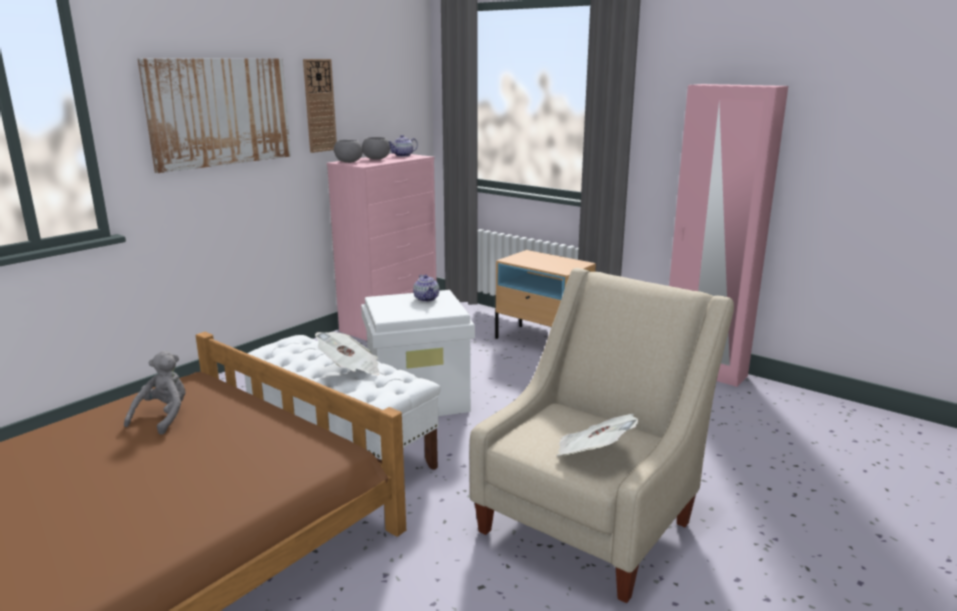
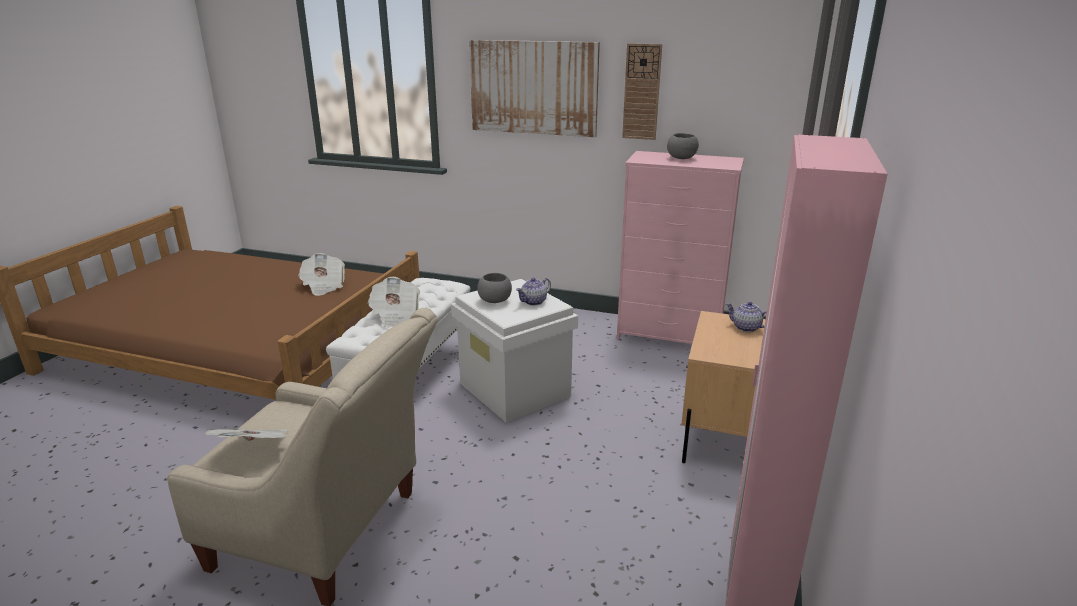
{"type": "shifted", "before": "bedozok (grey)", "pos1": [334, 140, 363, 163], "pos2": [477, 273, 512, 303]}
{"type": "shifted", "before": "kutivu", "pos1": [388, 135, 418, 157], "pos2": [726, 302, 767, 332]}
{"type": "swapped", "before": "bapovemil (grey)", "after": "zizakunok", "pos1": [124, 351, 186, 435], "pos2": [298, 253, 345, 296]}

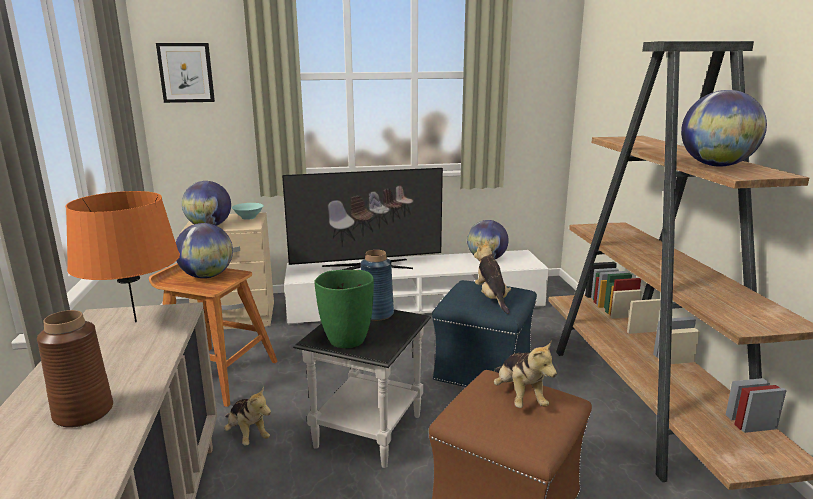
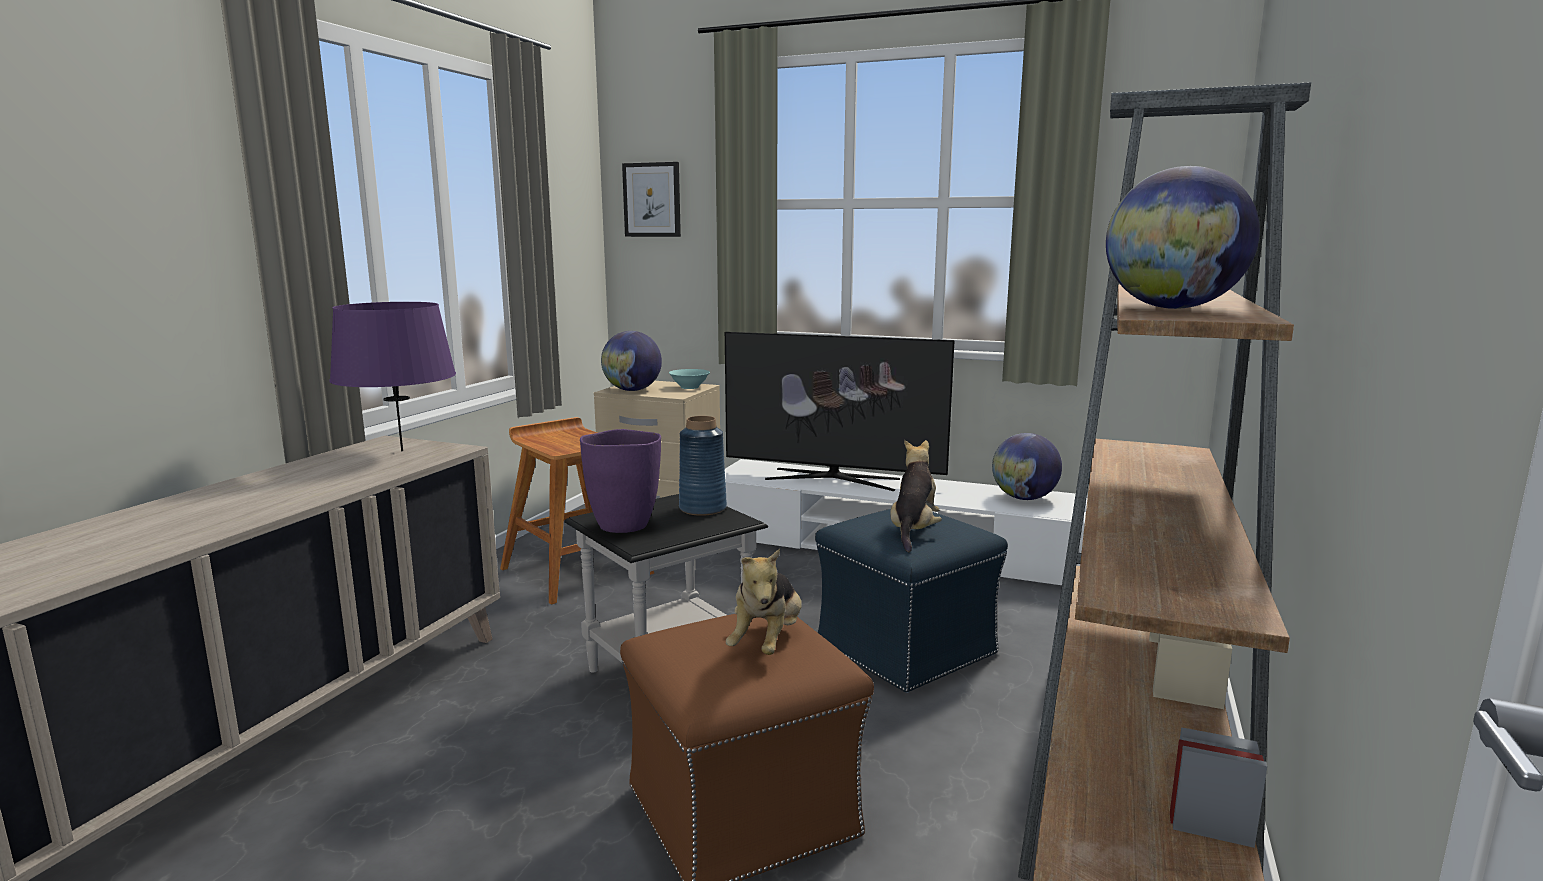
{"type": "gone", "before": "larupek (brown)", "pos1": [37, 310, 113, 428]}
{"type": "gone", "before": "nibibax", "pos1": [176, 223, 233, 278]}
{"type": "gone", "before": "bapovemil", "pos1": [224, 386, 271, 445]}
{"type": "repainted", "before": "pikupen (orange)", "after": "pikupen (purple)", "pos1": [66, 191, 180, 322], "pos2": [329, 302, 456, 451]}
{"type": "repainted", "before": "larupek (green)", "after": "larupek (purple)", "pos1": [315, 270, 374, 348], "pos2": [580, 429, 661, 533]}

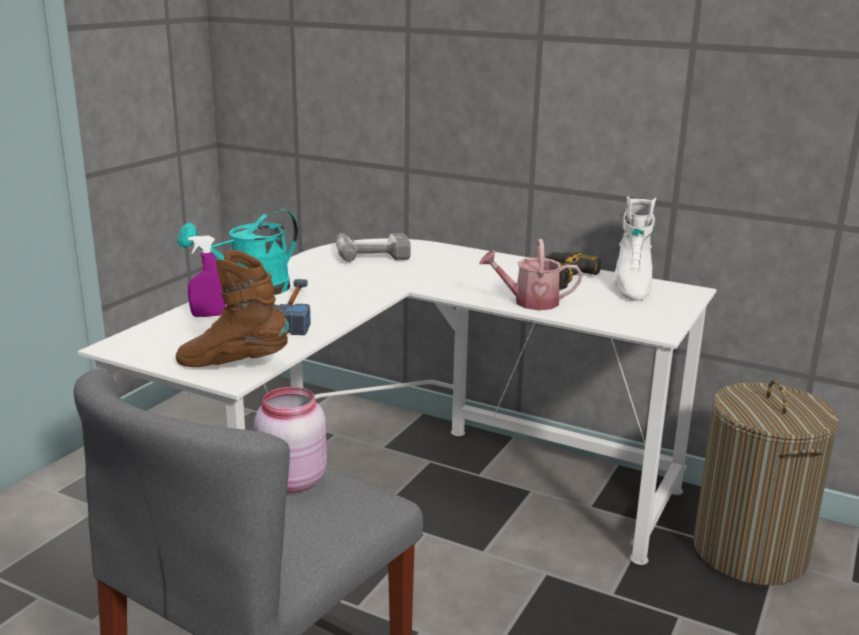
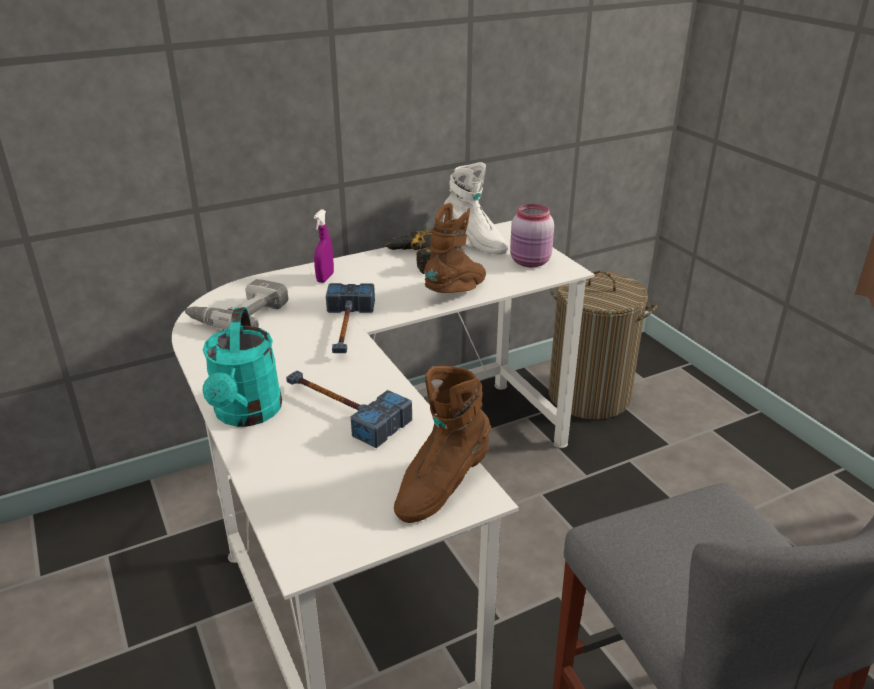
{"type": "new", "after": "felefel", "pos2": [326, 283, 375, 353]}
{"type": "shifted", "before": "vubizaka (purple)", "pos1": [188, 235, 226, 317], "pos2": [314, 209, 334, 283]}
{"type": "shifted", "before": "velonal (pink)", "pos1": [254, 387, 327, 493], "pos2": [510, 204, 554, 267]}
{"type": "swapped", "before": "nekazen", "after": "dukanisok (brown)", "pos1": [479, 239, 583, 310], "pos2": [424, 203, 486, 293]}

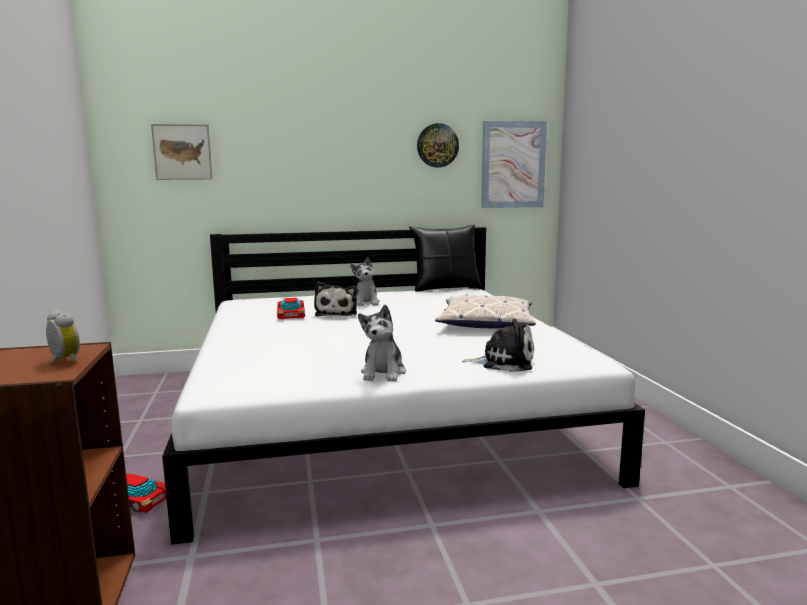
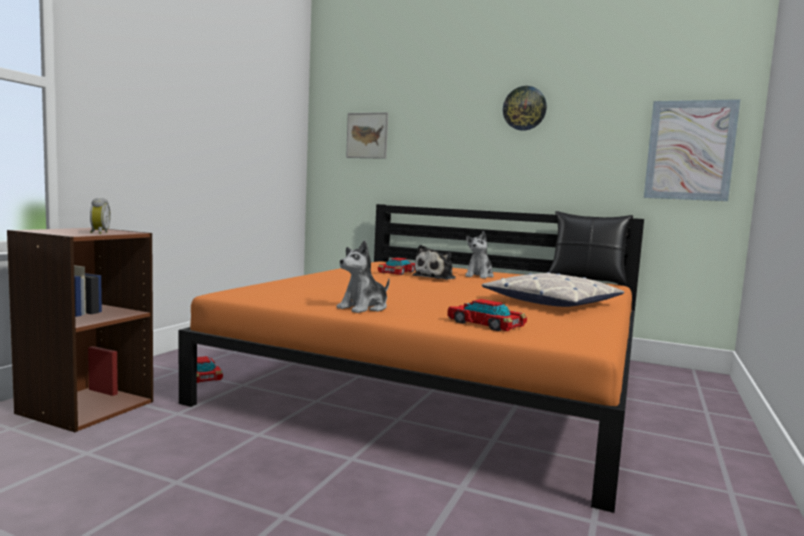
{"type": "shifted", "before": "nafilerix", "pos1": [417, 123, 459, 168], "pos2": [503, 86, 547, 131]}
{"type": "swapped", "before": "bapovemil", "after": "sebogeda", "pos1": [462, 319, 534, 372], "pos2": [447, 299, 527, 331]}
{"type": "repainted", "before": "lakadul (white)", "after": "lakadul (orange)", "pos1": [162, 227, 645, 545], "pos2": [179, 204, 644, 513]}

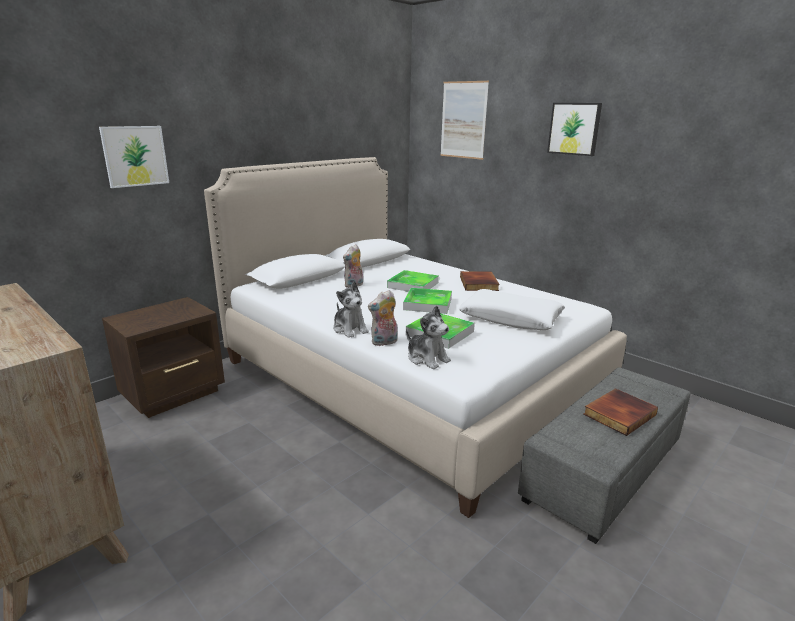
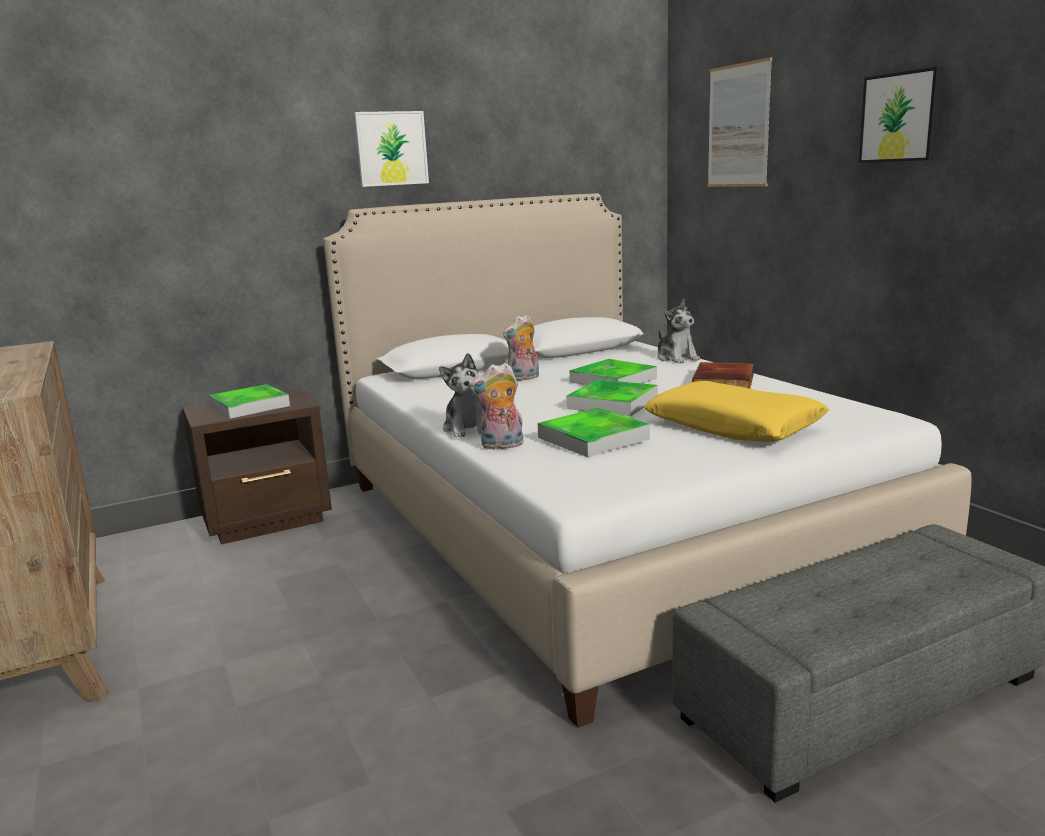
{"type": "gone", "before": "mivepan", "pos1": [583, 388, 658, 436]}
{"type": "new", "after": "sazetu", "pos2": [209, 384, 290, 419]}
{"type": "shifted", "before": "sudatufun", "pos1": [99, 126, 169, 188], "pos2": [354, 111, 429, 187]}
{"type": "shifted", "before": "bapovemil", "pos1": [406, 305, 451, 369], "pos2": [657, 299, 700, 363]}
{"type": "repainted", "before": "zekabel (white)", "after": "zekabel (yellow)", "pos1": [459, 289, 565, 330], "pos2": [644, 381, 829, 442]}

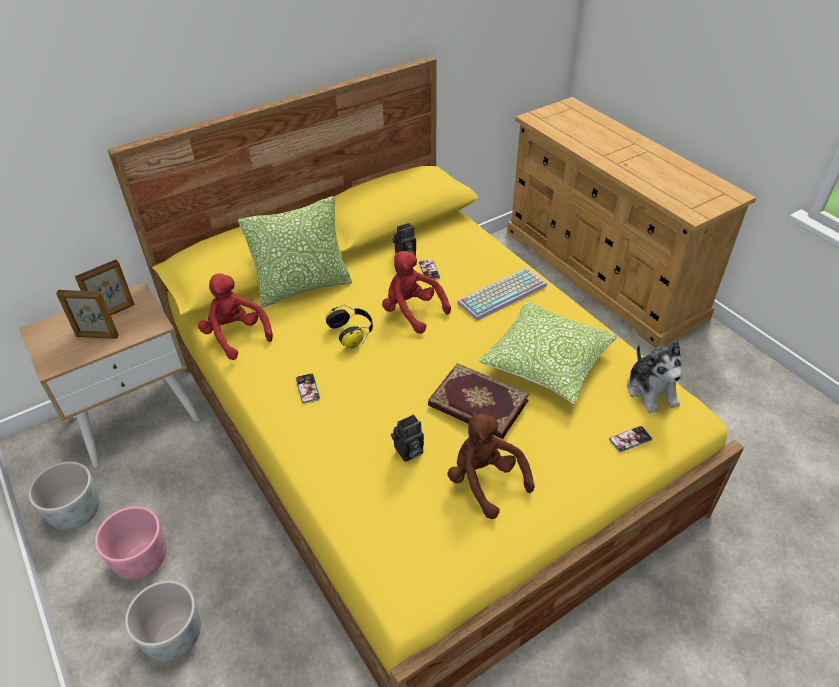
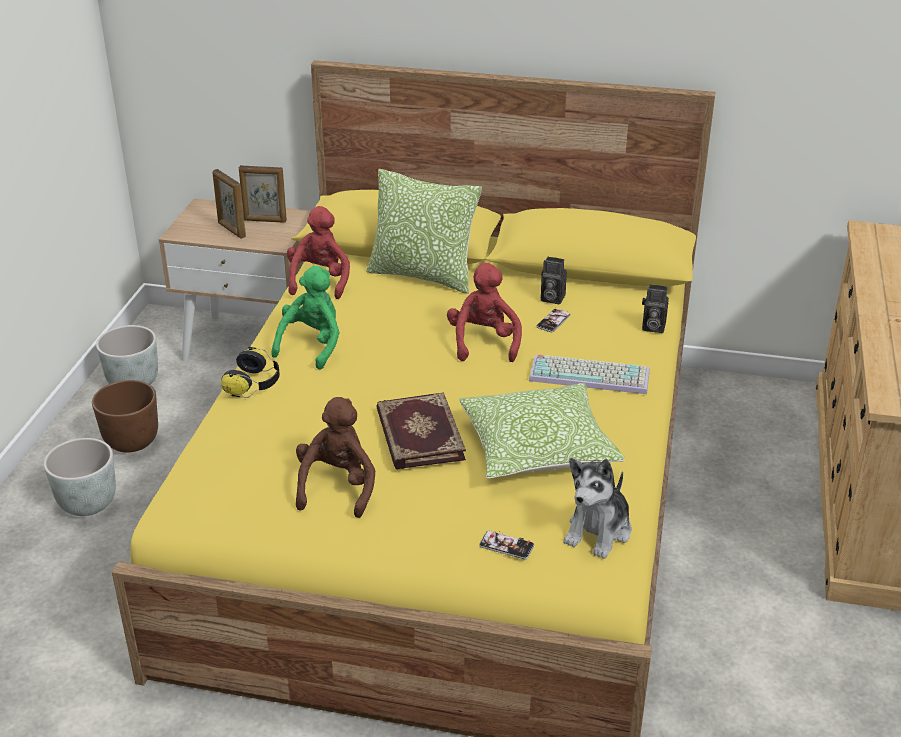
{"type": "shifted", "before": "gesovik", "pos1": [326, 305, 373, 348], "pos2": [221, 347, 280, 398]}
{"type": "shifted", "before": "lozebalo", "pos1": [391, 414, 424, 462], "pos2": [642, 284, 669, 333]}
{"type": "swapped", "before": "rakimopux", "after": "bapovemil (green)", "pos1": [296, 373, 320, 404], "pos2": [271, 266, 340, 370]}
{"type": "repainted", "before": "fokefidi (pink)", "after": "fokefidi (brown)", "pos1": [95, 506, 166, 580], "pos2": [92, 380, 158, 453]}

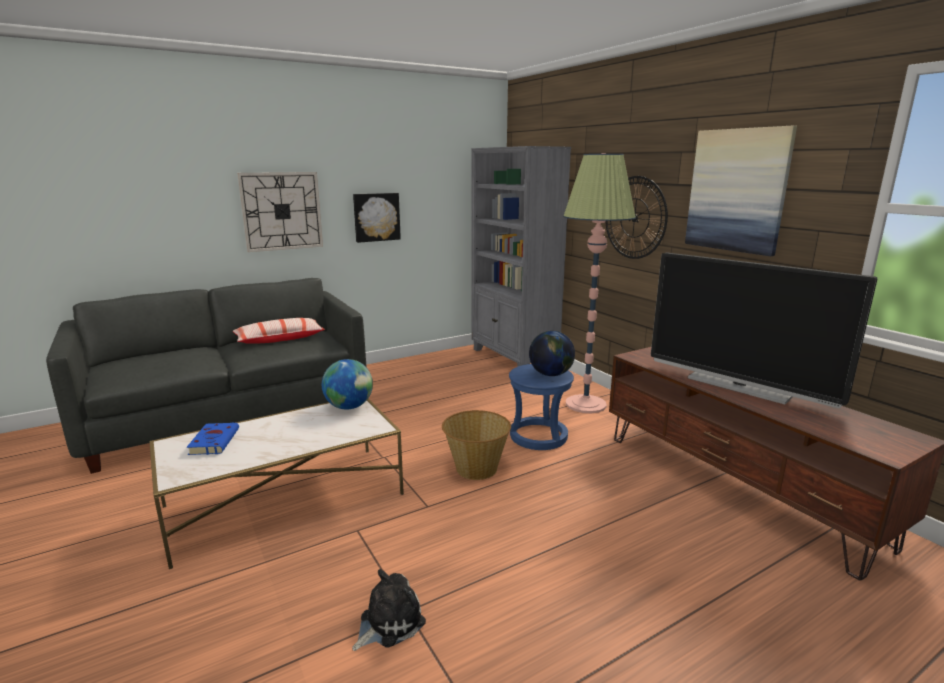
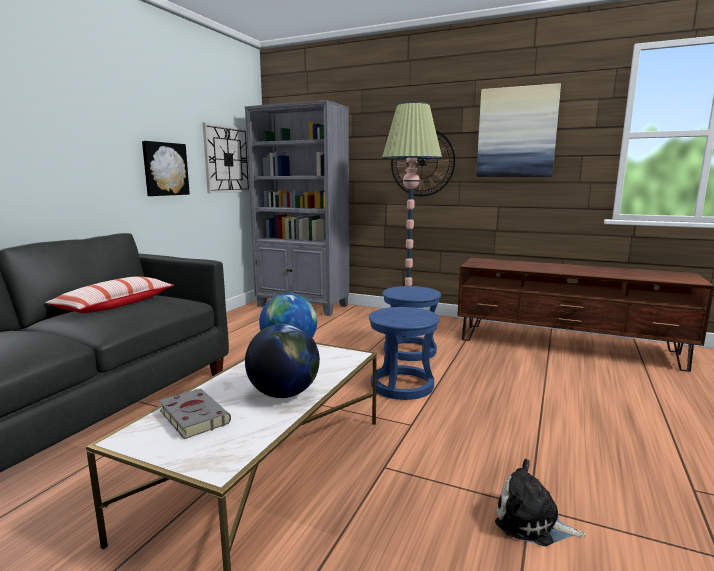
{"type": "gone", "before": "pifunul", "pos1": [651, 252, 877, 408]}
{"type": "shifted", "before": "nafilerix", "pos1": [237, 172, 323, 252], "pos2": [203, 123, 249, 193]}
{"type": "shifted", "before": "nibibax", "pos1": [529, 331, 575, 376], "pos2": [245, 324, 320, 398]}
{"type": "swapped", "before": "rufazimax", "after": "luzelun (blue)", "pos1": [442, 410, 511, 480], "pos2": [369, 307, 440, 400]}
{"type": "repainted", "before": "mivepan (blue)", "after": "mivepan (grey)", "pos1": [186, 423, 239, 455], "pos2": [159, 388, 231, 439]}
{"type": "rotated", "before": "bapovemil", "pos1": [352, 569, 426, 651], "pos2": [495, 459, 585, 546], "turn": -75}

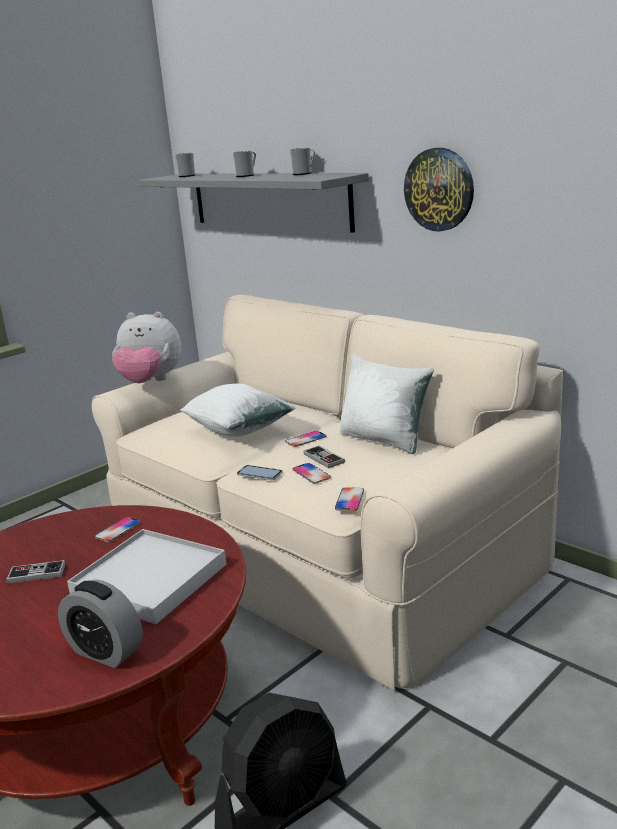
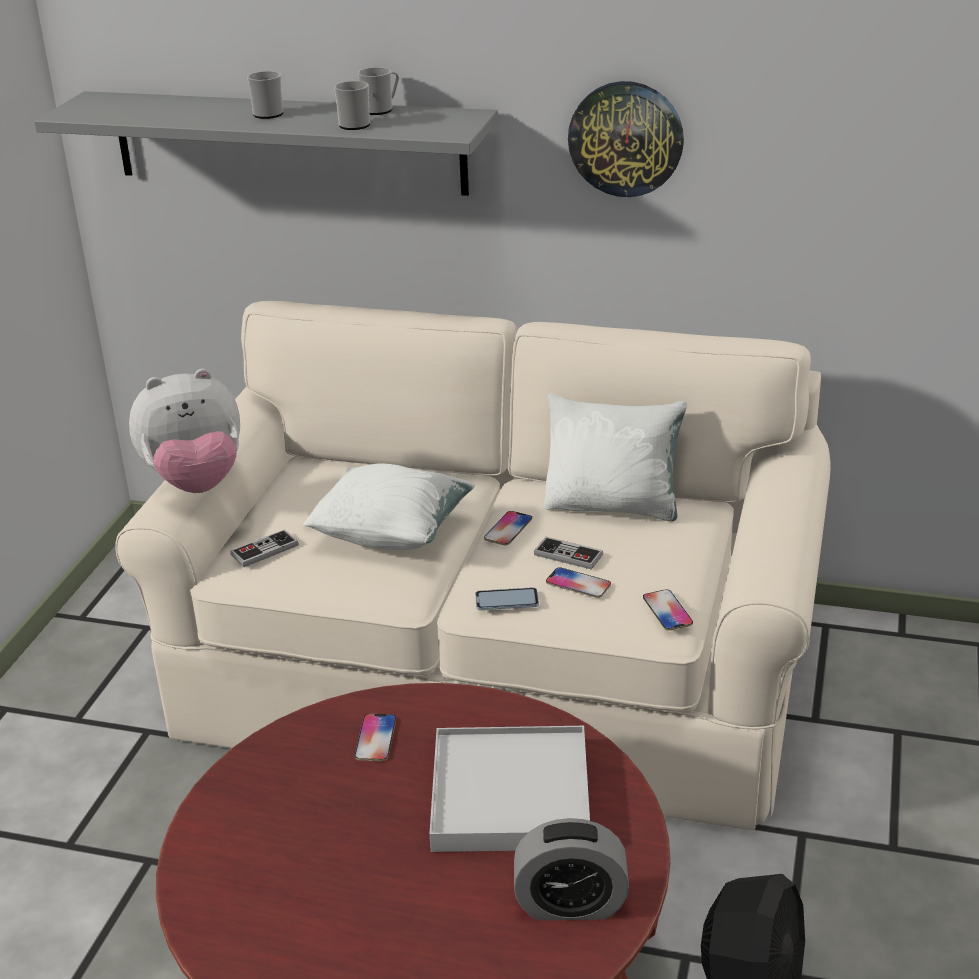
{"type": "shifted", "before": "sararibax", "pos1": [6, 560, 65, 584], "pos2": [230, 529, 298, 567]}
{"type": "shifted", "before": "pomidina", "pos1": [175, 153, 195, 177], "pos2": [334, 81, 370, 130]}

